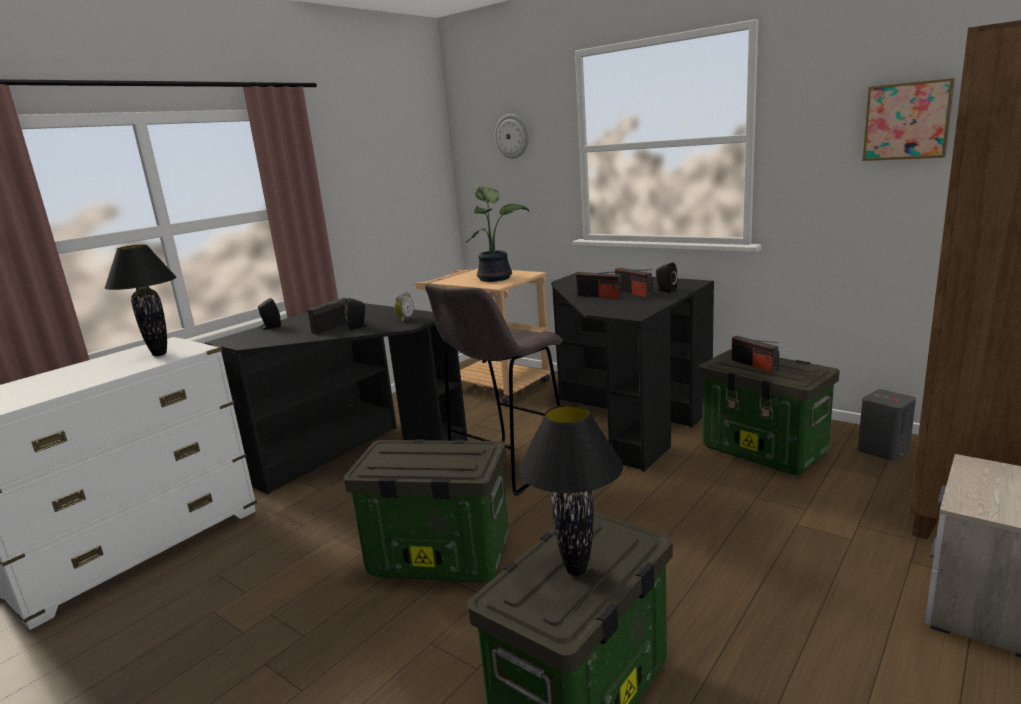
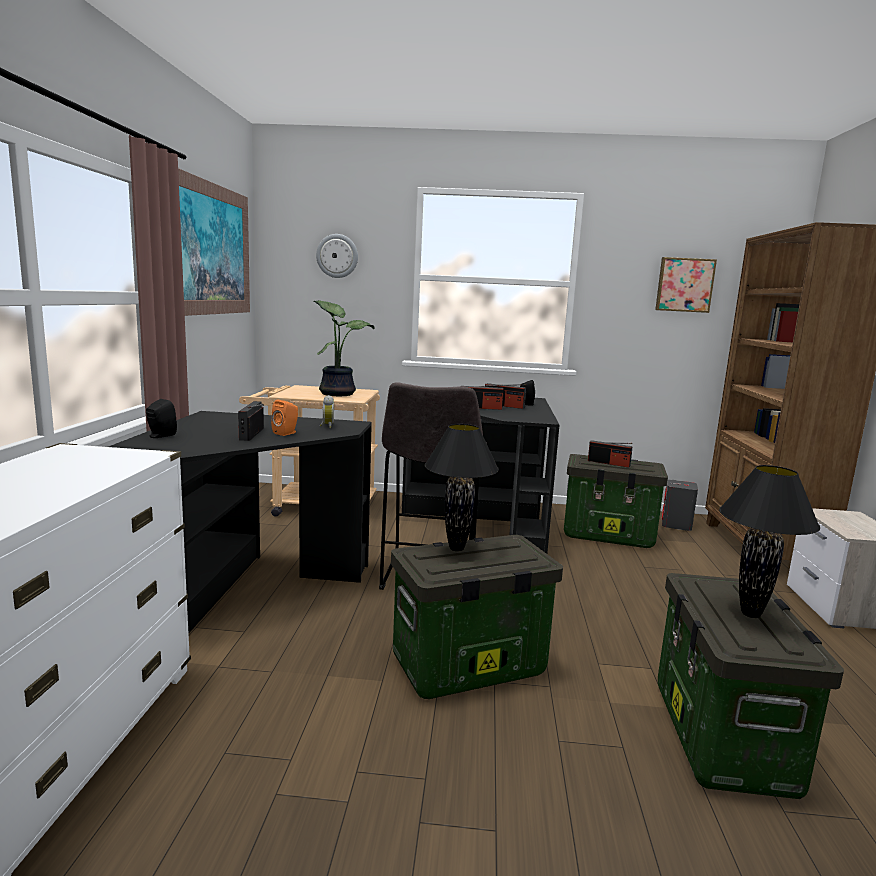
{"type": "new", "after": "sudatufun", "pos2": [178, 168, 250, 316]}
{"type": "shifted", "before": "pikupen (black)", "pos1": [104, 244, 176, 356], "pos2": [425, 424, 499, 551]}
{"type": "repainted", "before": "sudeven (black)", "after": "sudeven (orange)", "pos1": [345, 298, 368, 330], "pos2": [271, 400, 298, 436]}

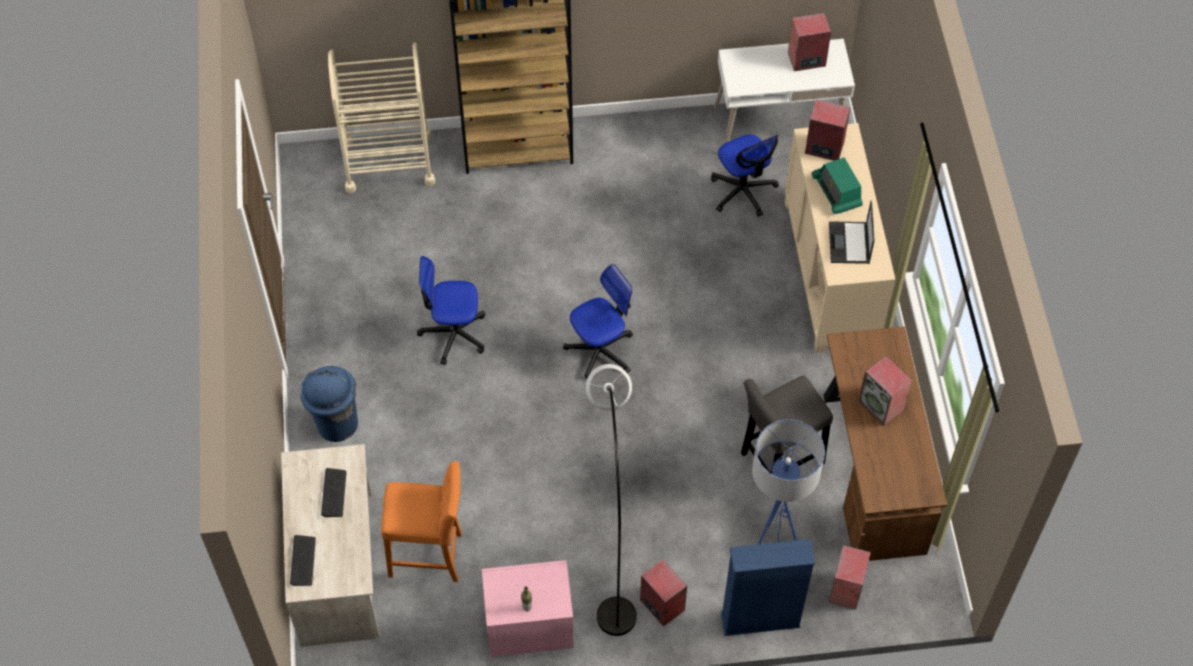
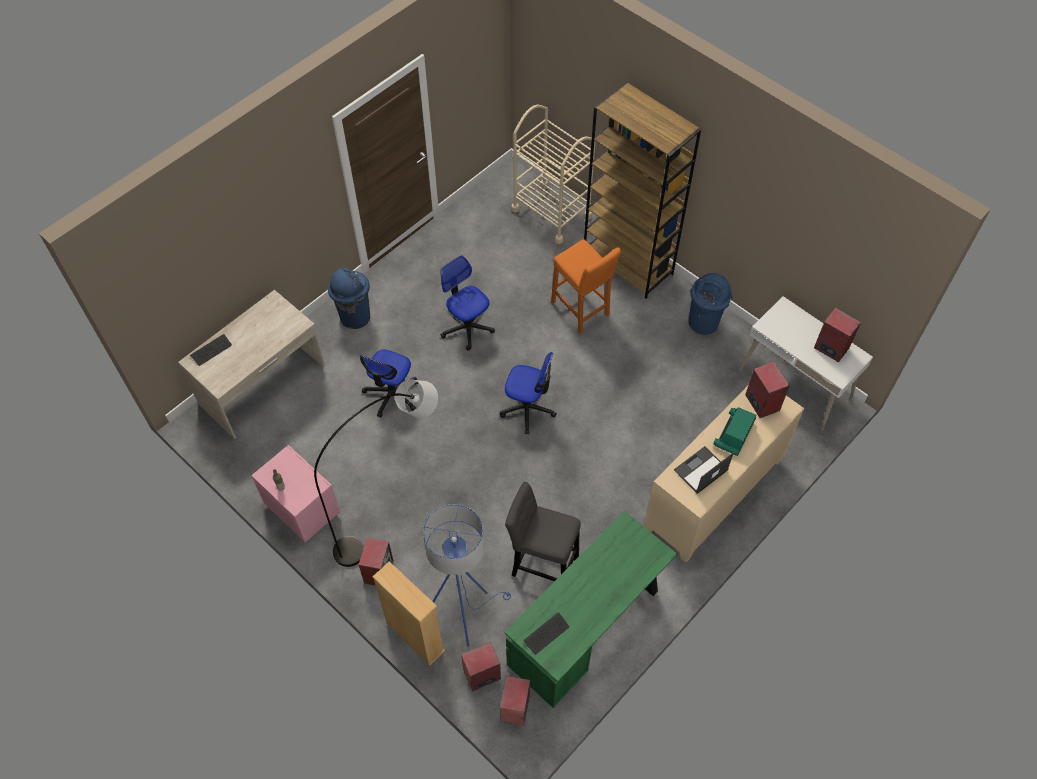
{"type": "new", "after": "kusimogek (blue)", "pos2": [689, 273, 732, 335]}
{"type": "shifted", "before": "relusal", "pos1": [321, 468, 347, 517], "pos2": [523, 613, 569, 655]}
{"type": "shifted", "before": "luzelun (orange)", "pos1": [381, 461, 462, 582], "pos2": [551, 239, 622, 334]}
{"type": "shifted", "before": "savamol", "pos1": [711, 135, 779, 217], "pos2": [360, 350, 418, 417]}
{"type": "shifted", "before": "sudeven", "pos1": [858, 356, 912, 426], "pos2": [500, 676, 530, 726]}
{"type": "repainted", "before": "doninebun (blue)", "after": "doninebun (beige)", "pos1": [721, 539, 815, 636], "pos2": [373, 561, 445, 666]}
{"type": "repainted", "before": "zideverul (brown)", "after": "zideverul (green)", "pos1": [823, 326, 947, 561], "pos2": [504, 511, 677, 708]}

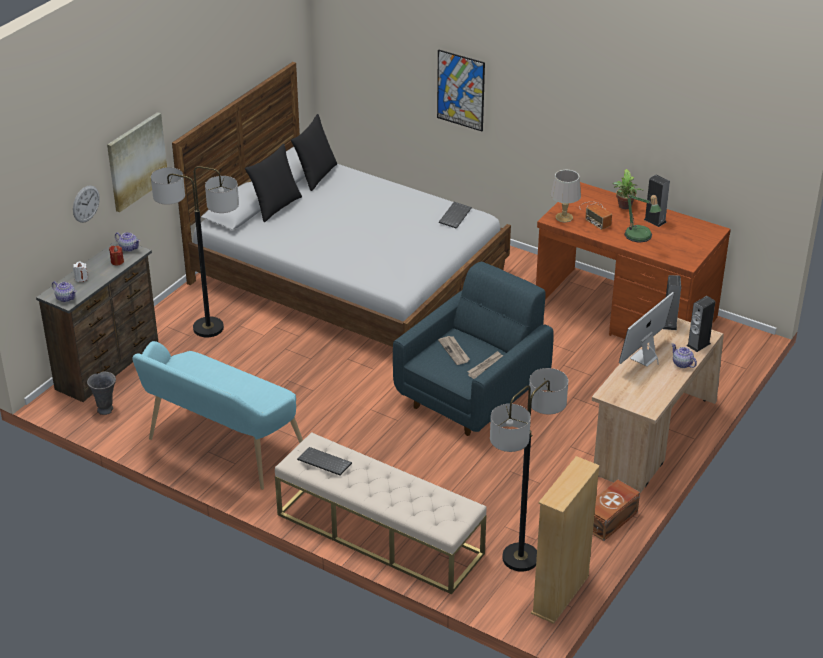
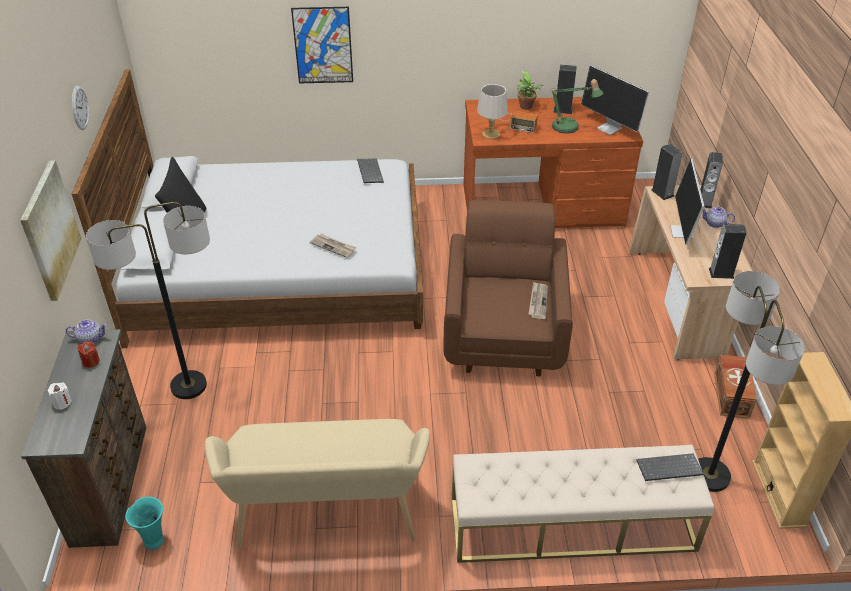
{"type": "gone", "before": "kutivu", "pos1": [52, 281, 77, 302]}
{"type": "gone", "before": "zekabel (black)", "pos1": [291, 114, 337, 191]}
{"type": "new", "after": "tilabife", "pos2": [581, 66, 649, 135]}
{"type": "new", "after": "sudeven", "pos2": [709, 224, 747, 279]}
{"type": "shifted", "before": "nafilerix", "pos1": [73, 185, 100, 223], "pos2": [72, 85, 89, 130]}
{"type": "shifted", "before": "relusal", "pos1": [297, 447, 352, 475], "pos2": [636, 453, 704, 481]}
{"type": "shifted", "before": "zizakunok", "pos1": [438, 336, 470, 365], "pos2": [310, 234, 357, 258]}
{"type": "repainted", "before": "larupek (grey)", "after": "larupek (turquoise)", "pos1": [87, 371, 116, 415], "pos2": [125, 496, 164, 550]}
{"type": "repainted", "before": "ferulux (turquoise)", "after": "ferulux (beige)", "pos1": [132, 341, 303, 490], "pos2": [205, 419, 430, 550]}
{"type": "repainted", "before": "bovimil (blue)", "after": "bovimil (brown)", "pos1": [393, 262, 554, 436], "pos2": [443, 200, 573, 377]}

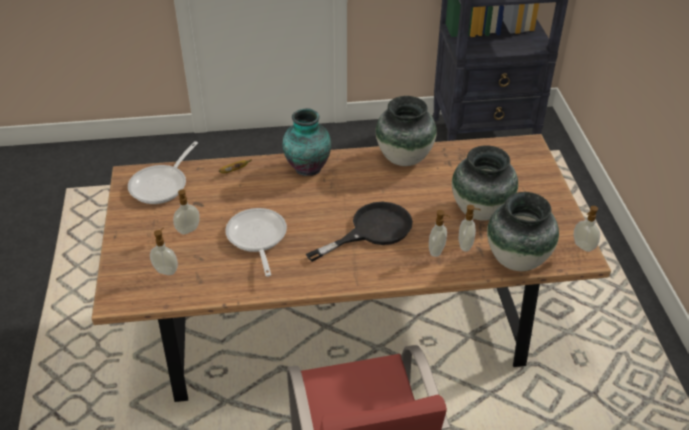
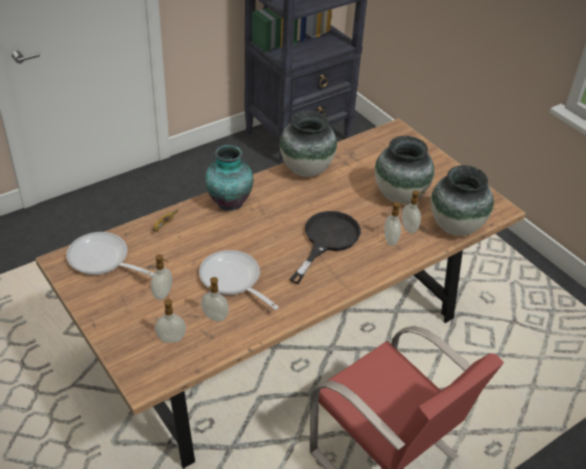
{"type": "shifted", "before": "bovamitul", "pos1": [574, 206, 600, 252], "pos2": [201, 277, 229, 322]}
{"type": "rotated", "before": "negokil", "pos1": [128, 141, 198, 204], "pos2": [66, 232, 155, 277], "turn": 120}

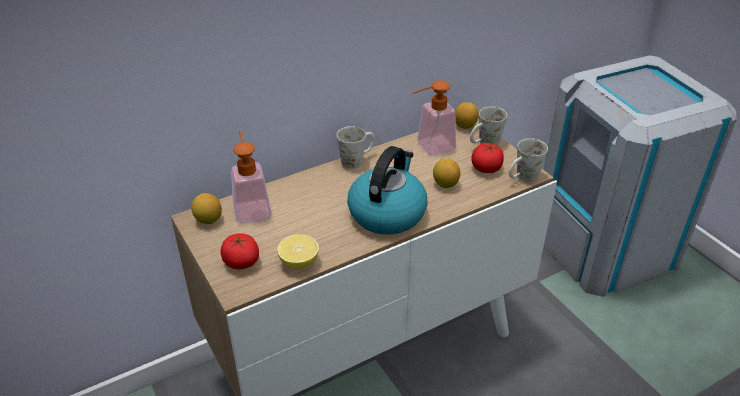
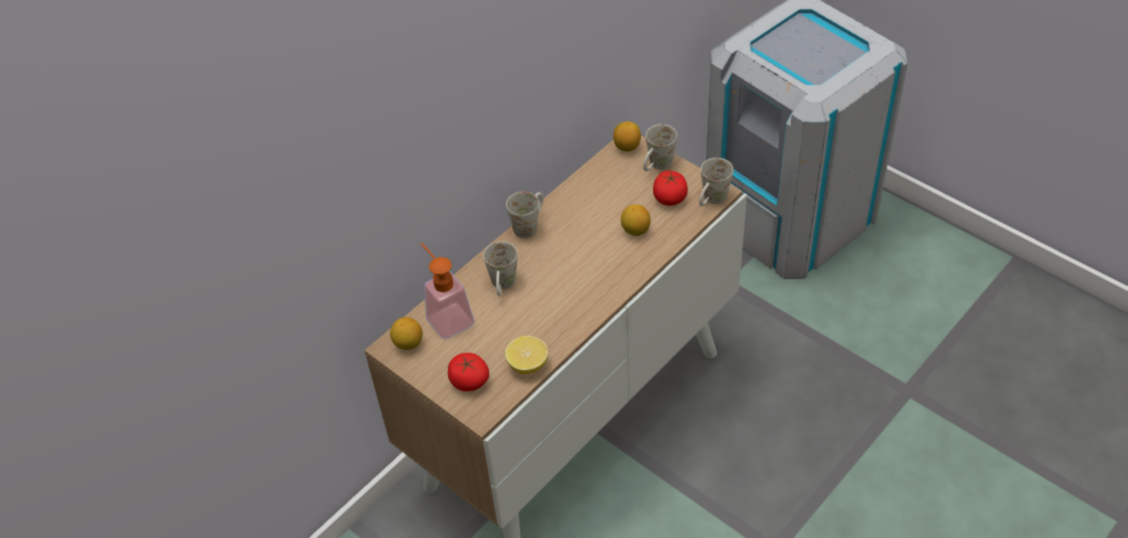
{"type": "gone", "before": "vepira", "pos1": [347, 146, 427, 235]}
{"type": "gone", "before": "bovamitul", "pos1": [412, 80, 456, 156]}
{"type": "new", "after": "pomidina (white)", "pos2": [483, 241, 518, 296]}

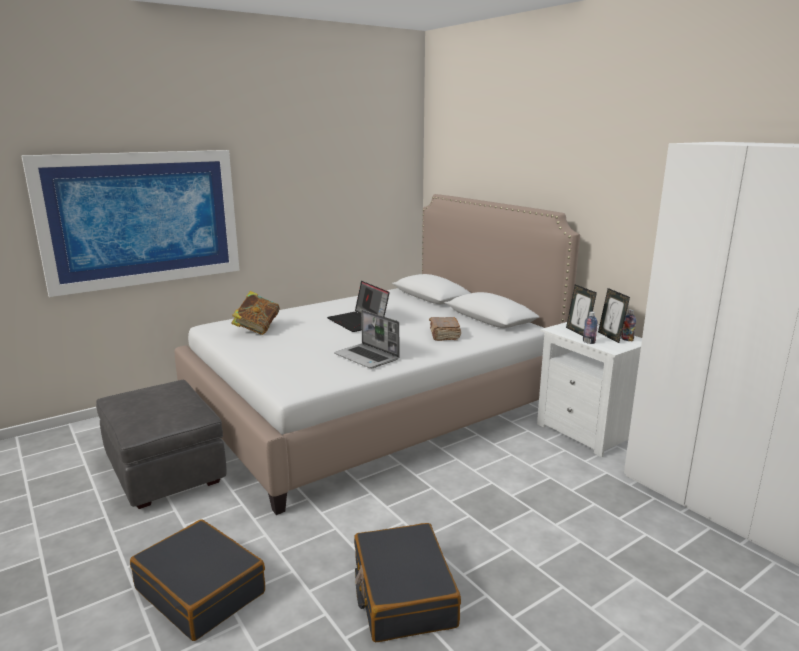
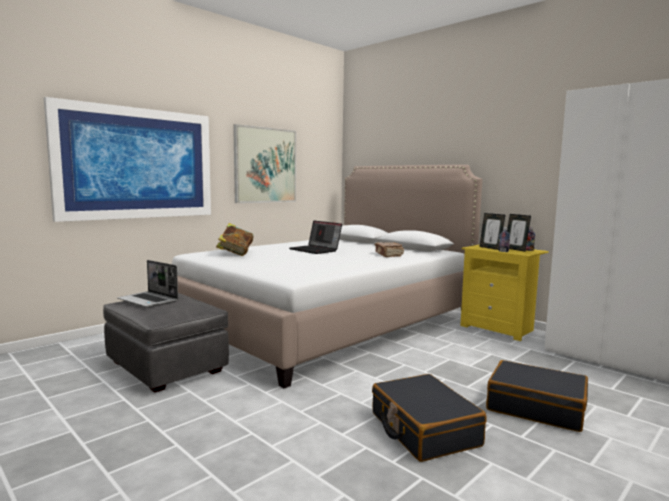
{"type": "new", "after": "sudatufun", "pos2": [233, 124, 296, 203]}
{"type": "shifted", "before": "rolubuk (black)", "pos1": [130, 519, 265, 641], "pos2": [486, 360, 588, 432]}
{"type": "shifted", "before": "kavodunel", "pos1": [334, 310, 399, 368], "pos2": [117, 260, 178, 307]}
{"type": "repainted", "before": "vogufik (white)", "after": "vogufik (yellow)", "pos1": [537, 322, 642, 457], "pos2": [460, 245, 549, 341]}

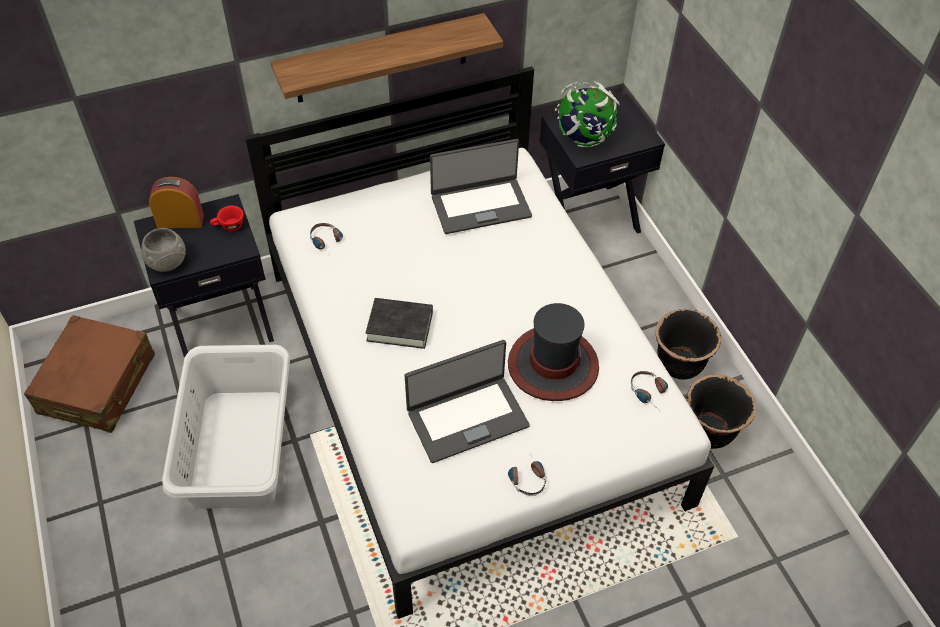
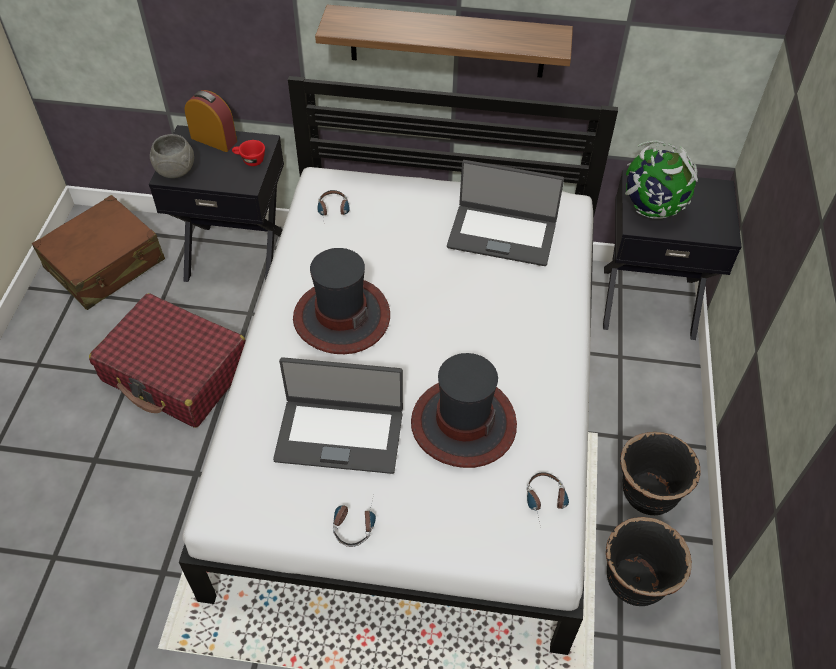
{"type": "swapped", "before": "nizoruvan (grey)", "after": "rolubuk (red)", "pos1": [162, 345, 290, 509], "pos2": [89, 293, 246, 428]}
{"type": "swapped", "before": "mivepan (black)", "after": "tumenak", "pos1": [366, 298, 433, 349], "pos2": [293, 248, 390, 354]}

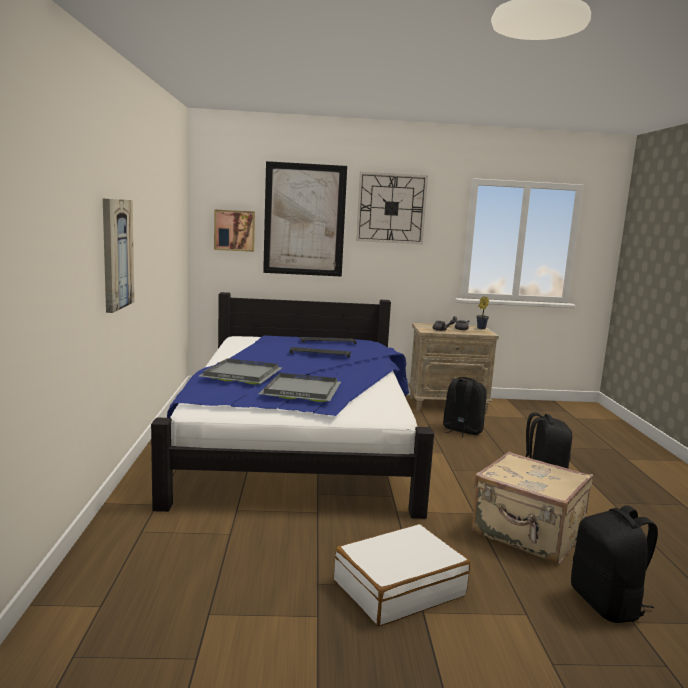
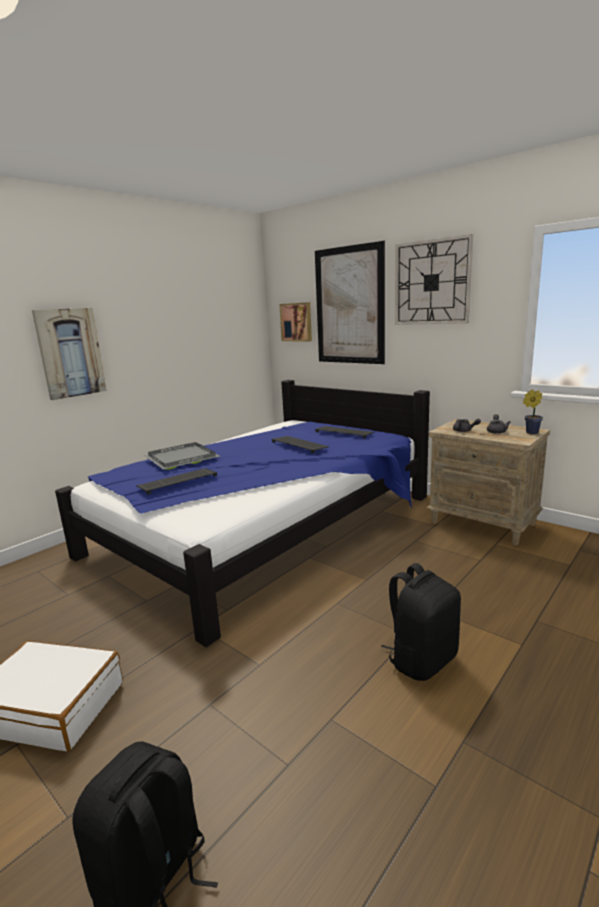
{"type": "gone", "before": "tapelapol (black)", "pos1": [443, 377, 487, 438]}
{"type": "gone", "before": "rolubuk (beige)", "pos1": [472, 451, 593, 564]}
{"type": "swapped", "before": "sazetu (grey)", "after": "relusal", "pos1": [259, 373, 341, 402], "pos2": [136, 468, 217, 494]}

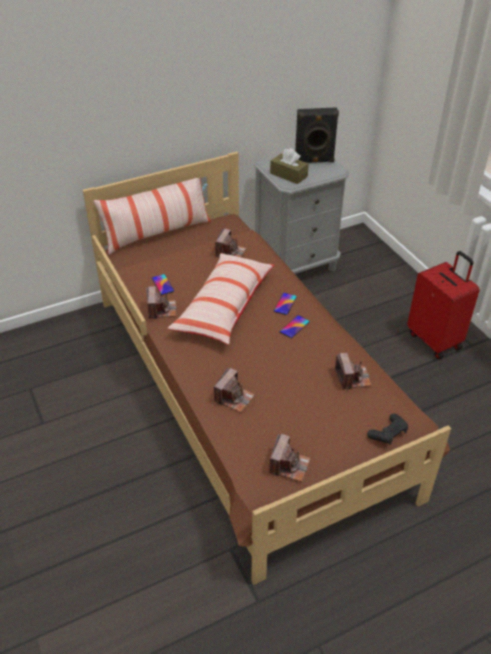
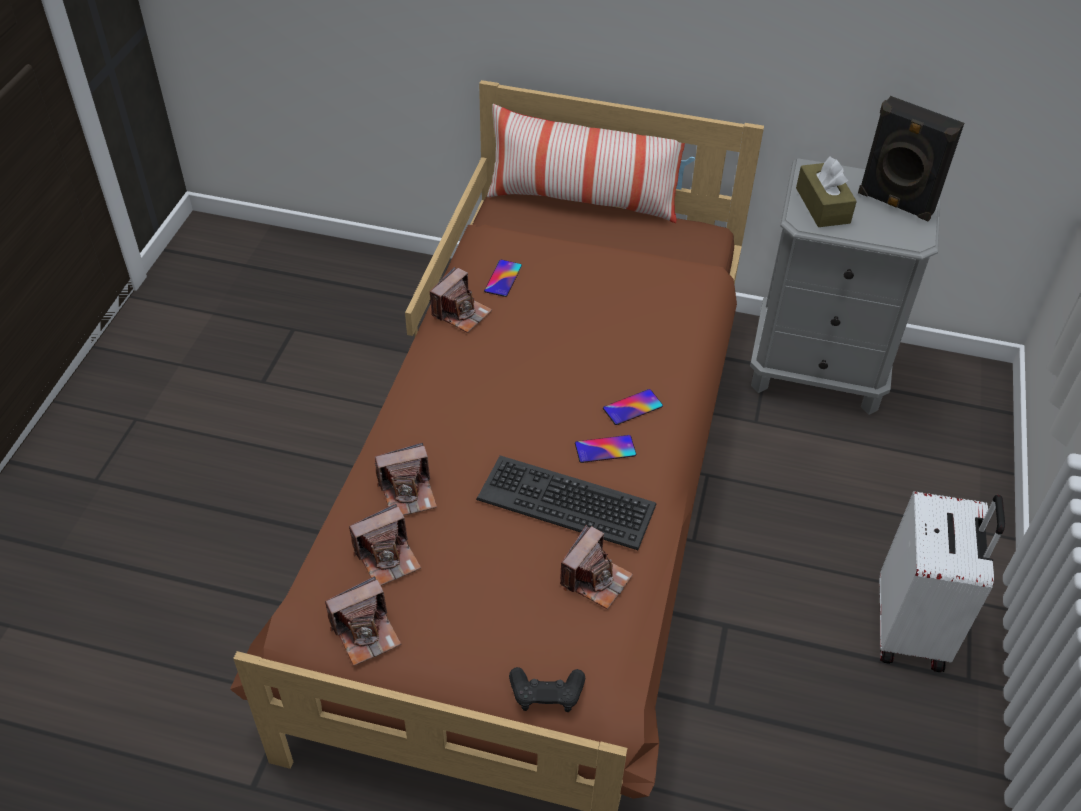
{"type": "gone", "before": "zekabel", "pos1": [168, 253, 275, 345]}
{"type": "new", "after": "relusal", "pos2": [476, 455, 656, 550]}
{"type": "shifted", "before": "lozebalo", "pos1": [215, 228, 246, 258], "pos2": [349, 504, 421, 585]}
{"type": "repainted", "before": "rolubuk (red)", "after": "rolubuk (white)", "pos1": [407, 251, 480, 359], "pos2": [879, 491, 1005, 672]}

